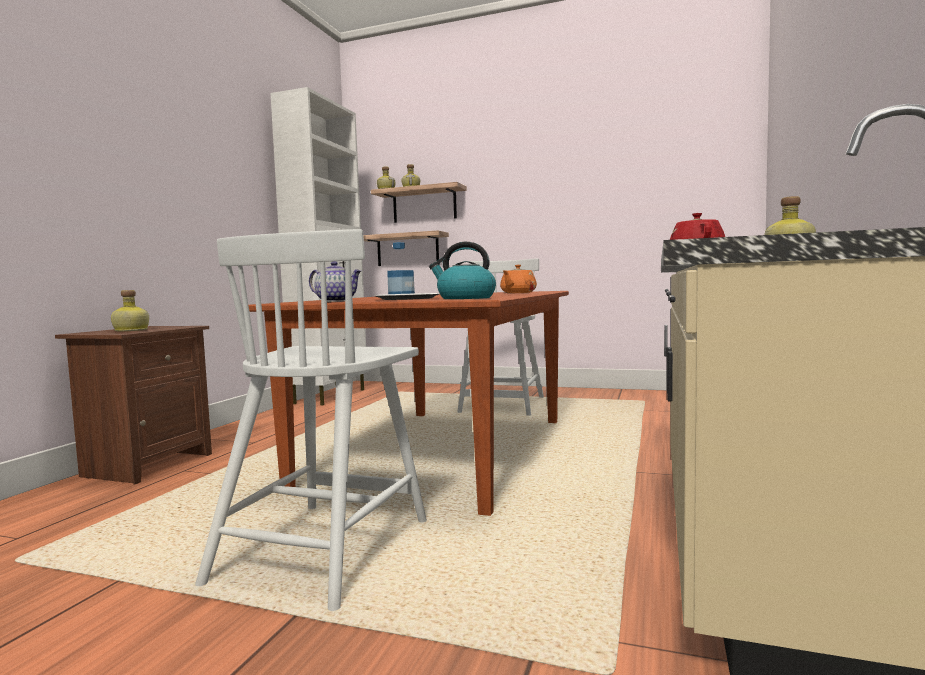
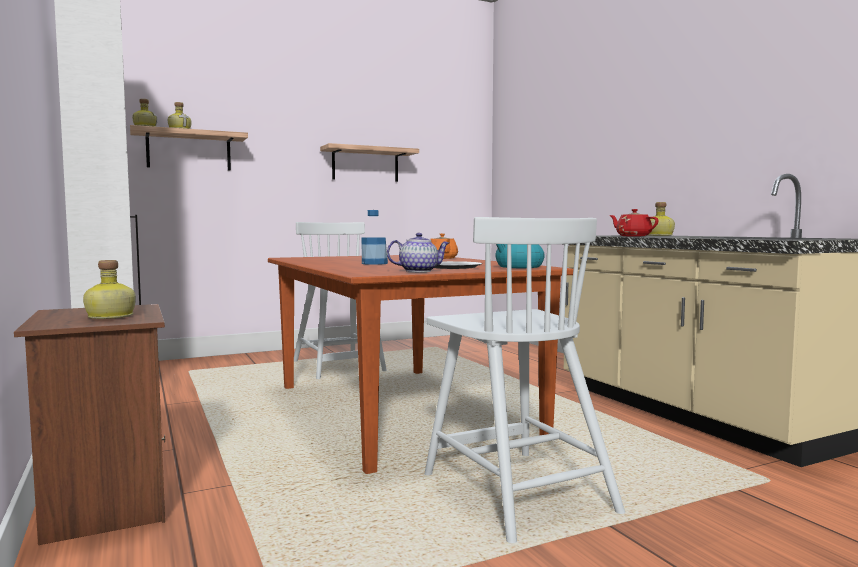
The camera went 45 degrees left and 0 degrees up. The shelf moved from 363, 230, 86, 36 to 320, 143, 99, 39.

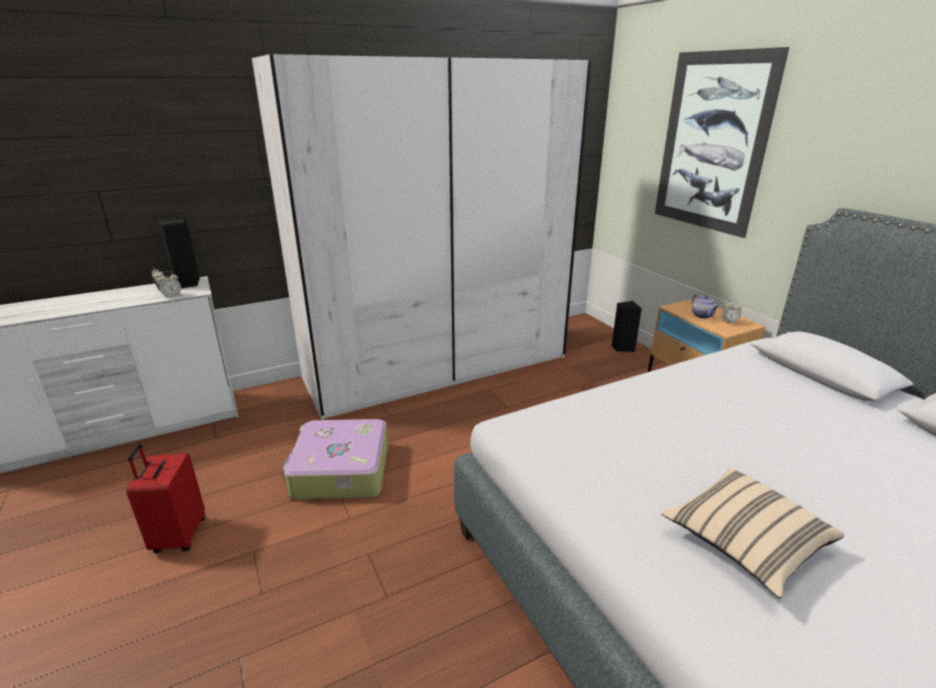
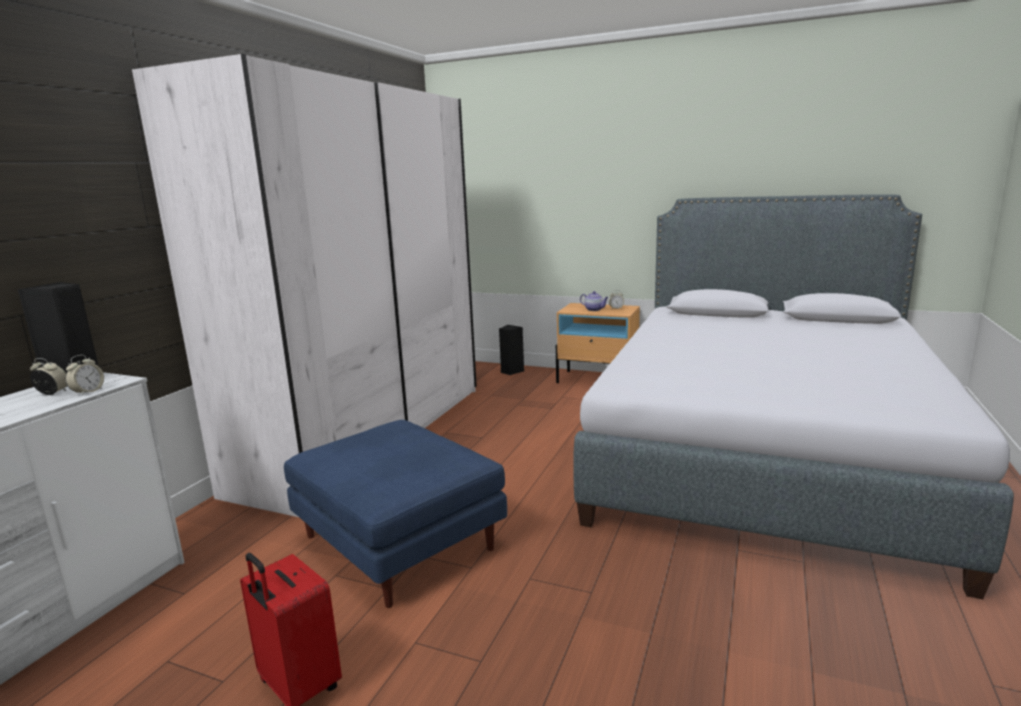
The camera went 40 degrees left and 10 degrees down. The wall art at 655, 47, 135, 191 disappeared. The cushion (sand-coloured) at 661, 469, 183, 129 disappeared. The travel case at 283, 419, 105, 80 was replaced by the ottoman (bluish) at 284, 420, 223, 188.

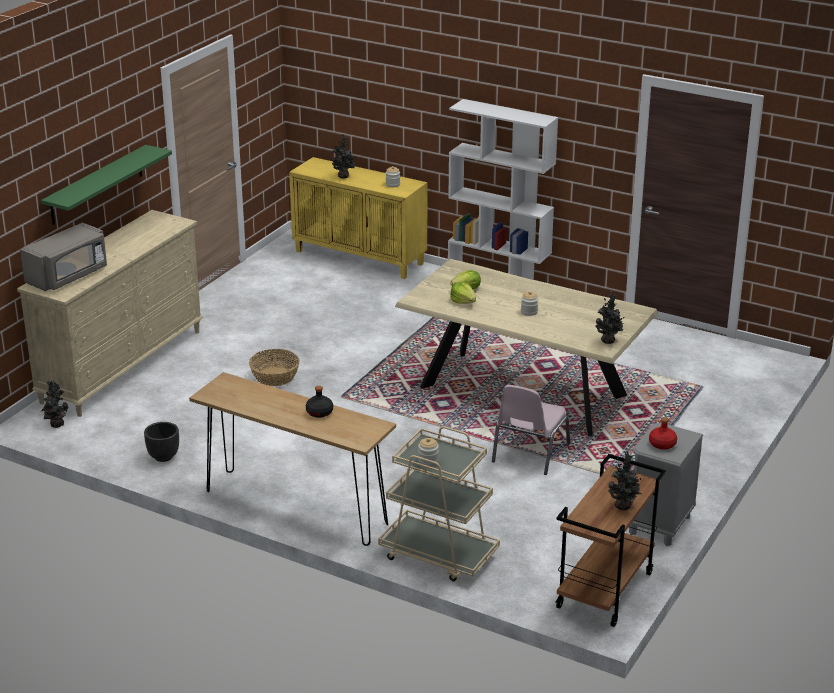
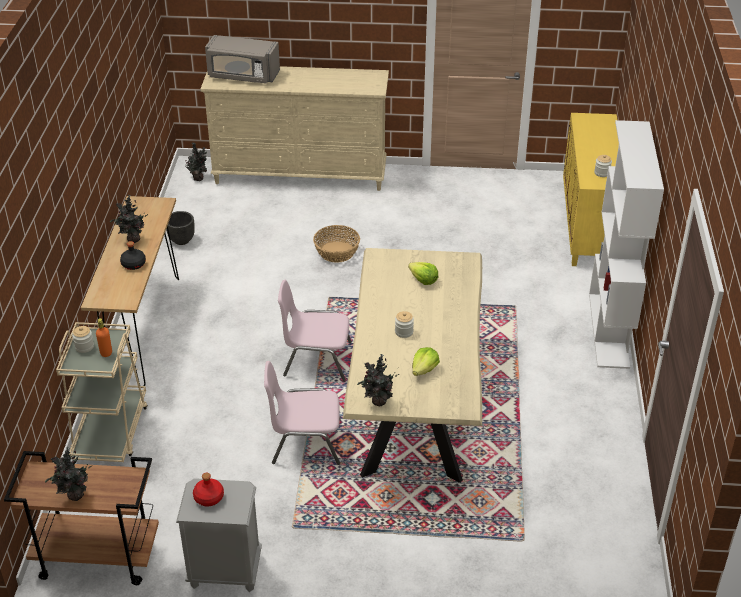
The camera went 65 degrees right and 10 degrees up. The shelf (green-coloured) at 41, 145, 131, 80 disappeared. The drink bottle (orange-coloured) at 96, 318, 16, 39 appeared. The upright chair (pink) at 278, 280, 74, 102 appeared. The potted plant moved from 332, 134, 24, 45 to 110, 195, 38, 48. The lettuce moved from 450, 282, 26, 22 to 412, 347, 28, 29.

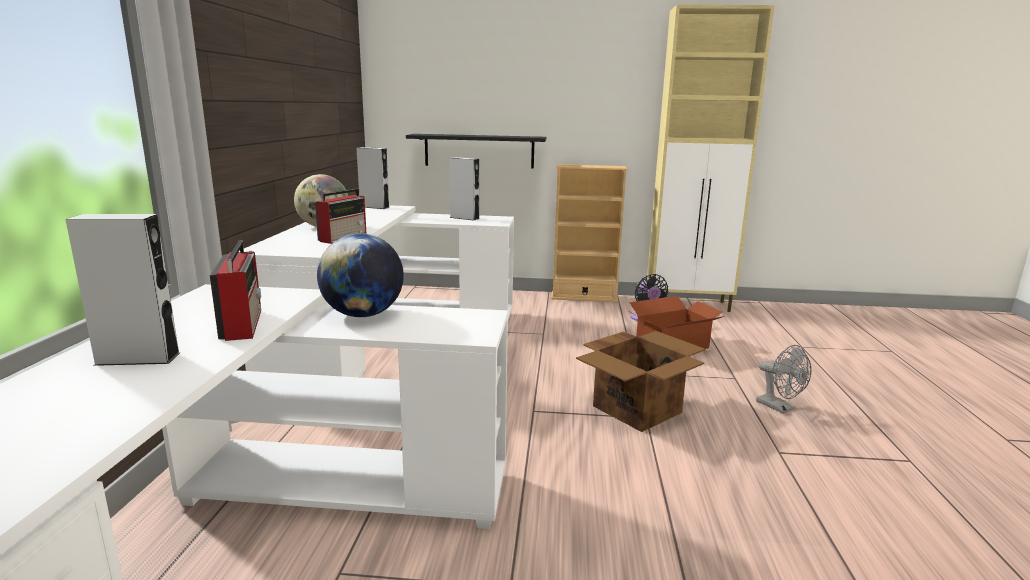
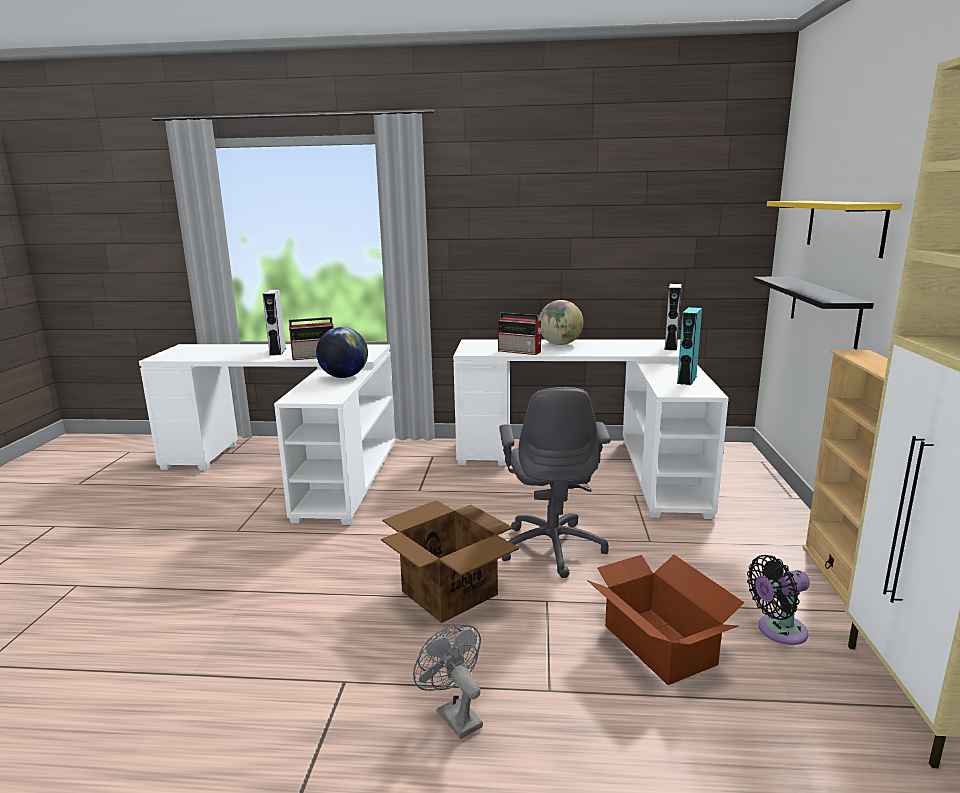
The camera went 90 degrees right and 0 degrees up. The desk chair (grey) at 499, 387, 111, 191 appeared. The shelf (yellow) at 767, 201, 135, 57 appeared. The speaker (grey) at 449, 157, 30, 64 became the speaker (turquoise) at 677, 307, 25, 78. The fan (grey) at 756, 345, 56, 69 turned 90 degrees clockwise.

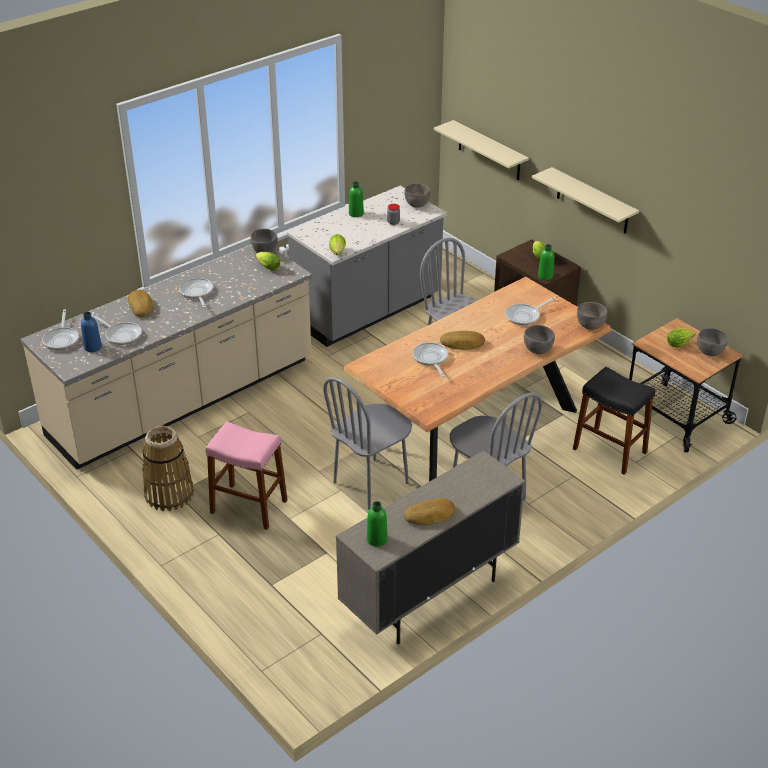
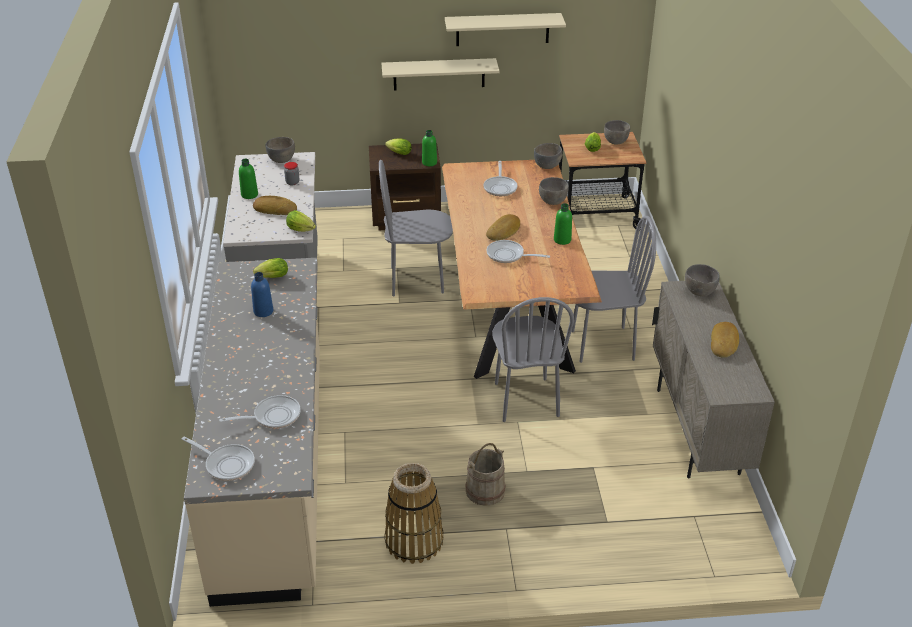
The camera went 55 degrees left and 0 degrees up. The skillet at 179, 278, 34, 30 disappeared. The stool (black-coloured) at 573, 367, 82, 108 disappeared. The drink bottle (bluish) moved from 81, 312, 21, 40 to 251, 272, 22, 45. The bakery bread moved from 128, 290, 25, 27 to 253, 196, 44, 19. The serving bowl (grey) moved from 250, 229, 28, 24 to 685, 264, 35, 32. The drink bottle (green-coloured) moved from 367, 501, 21, 46 to 554, 203, 18, 42. The shelf (sand-coloured) moved from 434, 120, 95, 60 to 445, 13, 121, 33. The stool (pink) at 205, 422, 83, 108 was replaced by the water bucket (sand-coloured) at 465, 443, 41, 63.

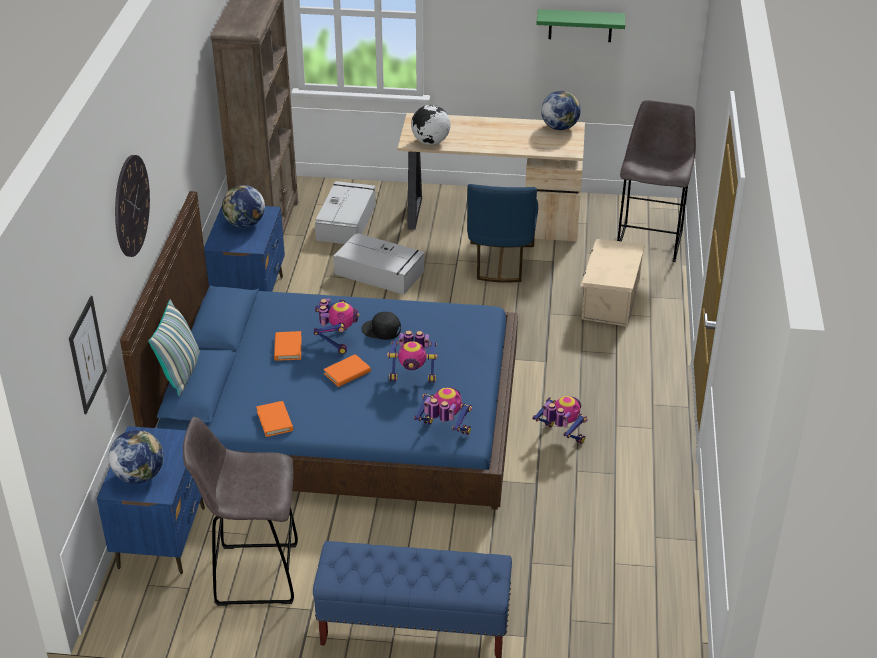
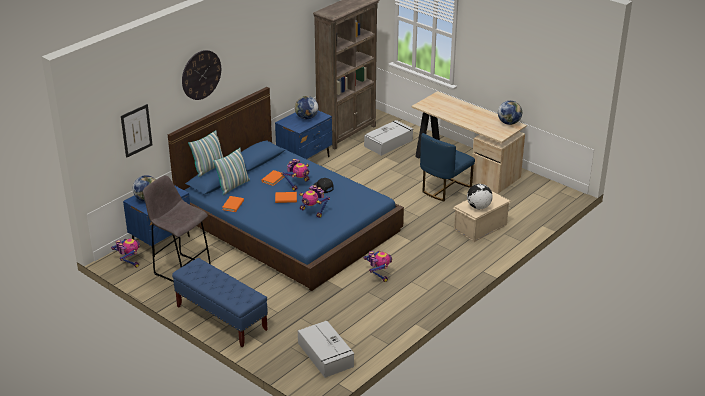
The camera went 35 degrees right and 5 degrees down. The shelf (green-coloured) at 536, 9, 89, 33 disappeared. The stool (grey) at 617, 100, 79, 162 disappeared. The cushion at 213, 148, 37, 47 appeared. The storage bin (grey) moved from 333, 233, 92, 62 to 298, 321, 57, 57. The world globe moved from 411, 105, 39, 40 to 467, 184, 26, 25. The model robot moved from 414, 387, 58, 48 to 111, 239, 29, 29.

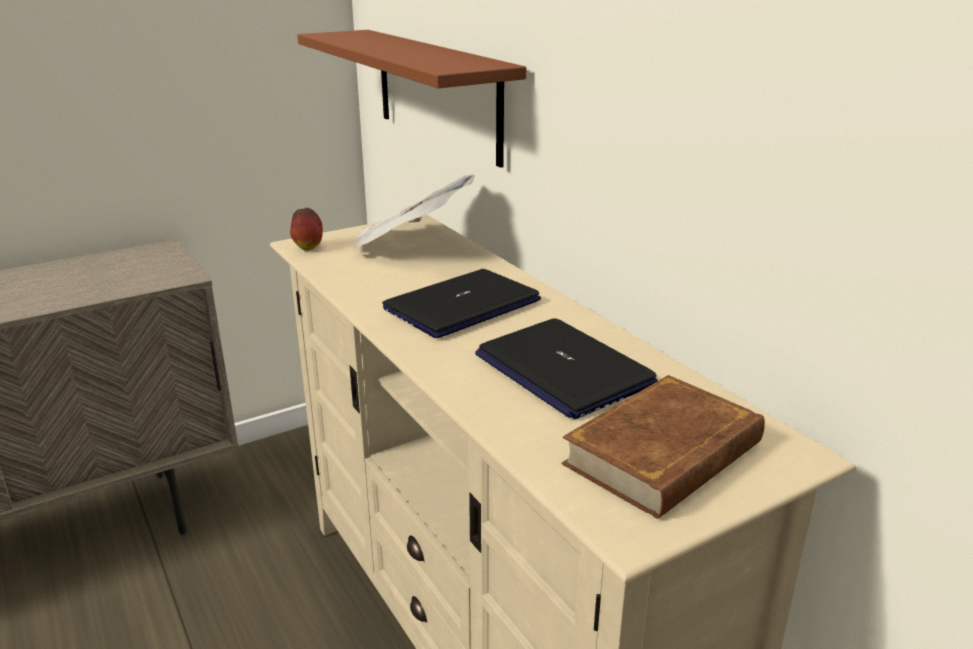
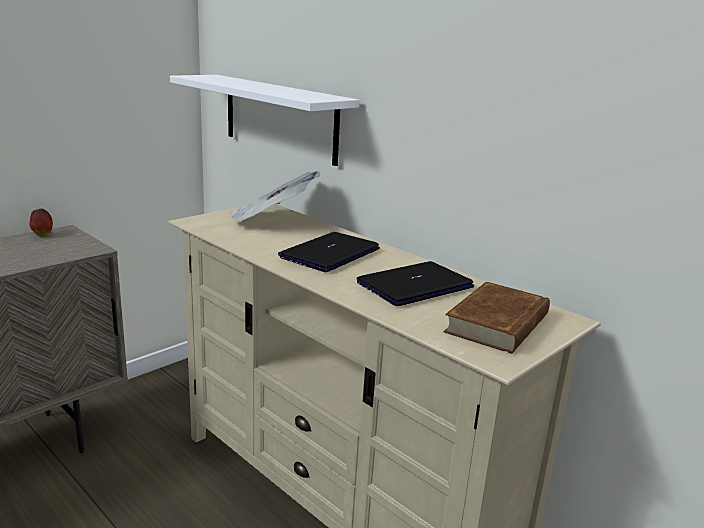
The camera went 15 degrees left and 5 degrees down. The apple fruit moved from 290, 208, 33, 43 to 29, 209, 24, 28. The shelf (brownish) at 297, 30, 229, 138 became the shelf (whitish) at 170, 75, 190, 91. The notebook computer at 475, 318, 183, 101 turned 105 degrees clockwise.

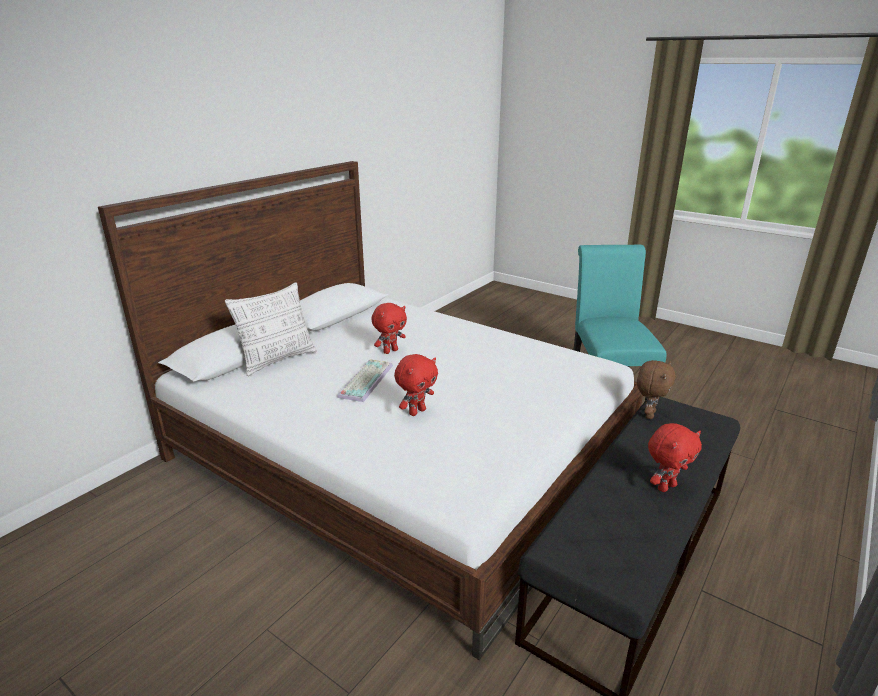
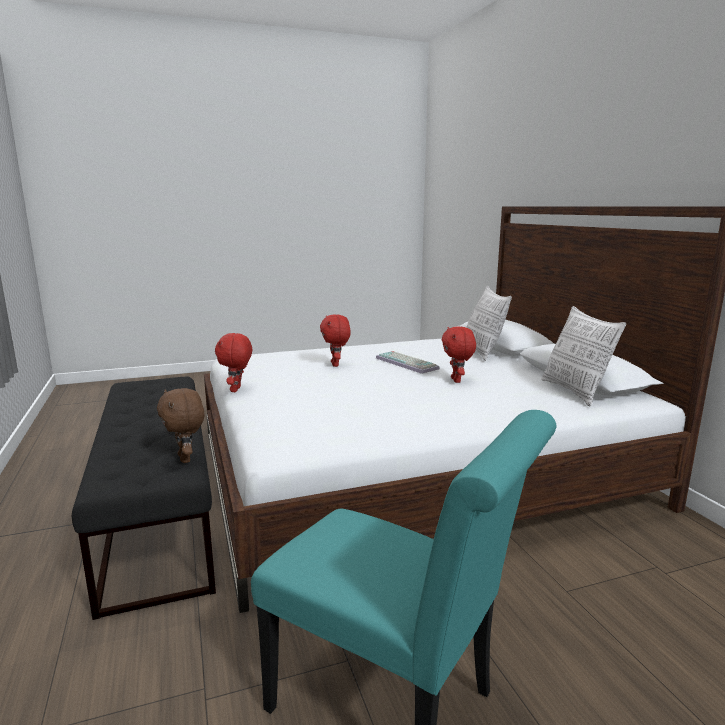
The camera went 125 degrees right and 10 degrees down. The cushion at 541, 306, 85, 100 appeared. The plush toy (red-coloured) moved from 648, 423, 54, 69 to 215, 333, 37, 59.

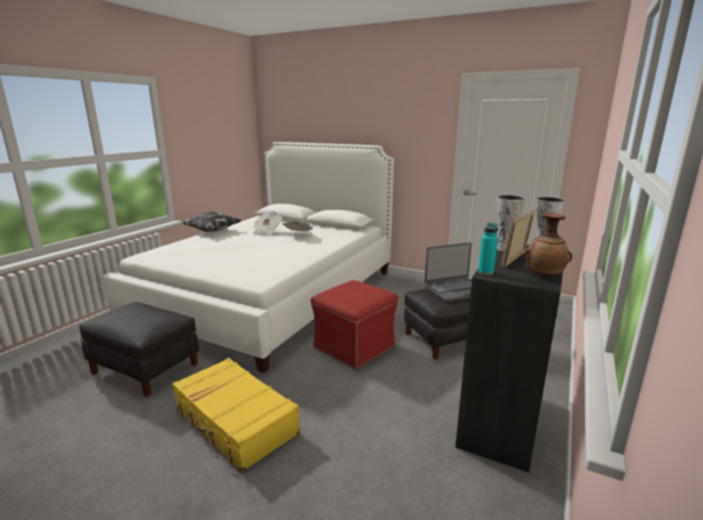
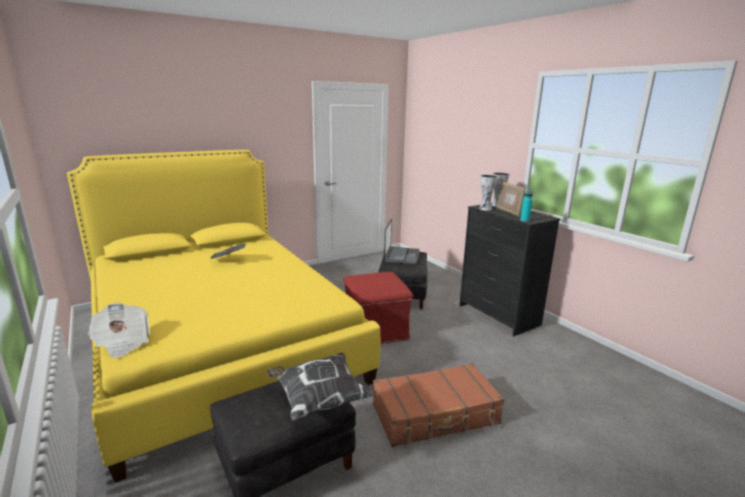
The camera went 60 degrees left and 0 degrees up. The decorative vase at 522, 213, 50, 64 disappeared. The cushion moved from 182, 212, 59, 20 to 267, 352, 107, 68. The printed paper moved from 253, 211, 29, 24 to 88, 303, 62, 55. The bedroom bed (whitish) at 103, 142, 291, 231 became the bedroom bed (yellow) at 67, 150, 313, 333. The travel case (yellow) at 172, 358, 128, 114 became the travel case (brownish) at 373, 363, 131, 84.

